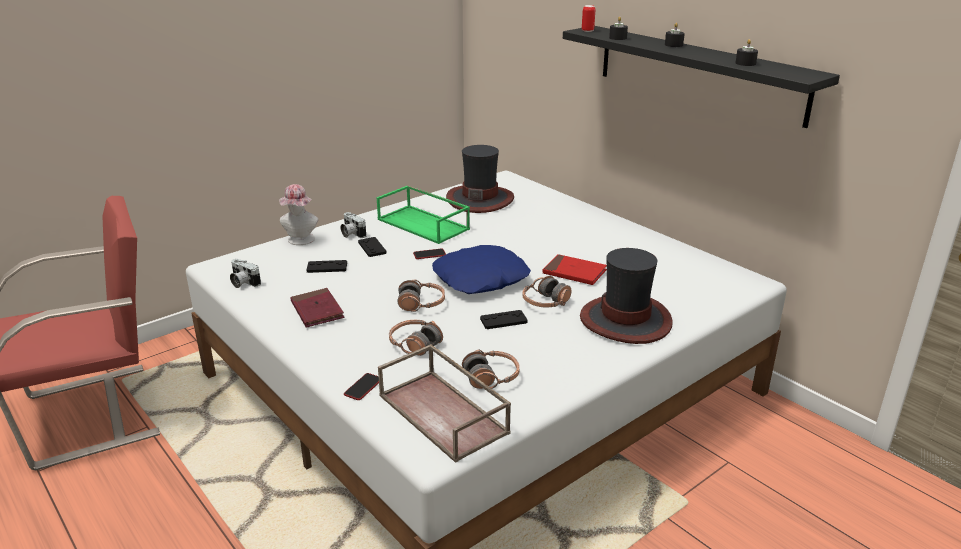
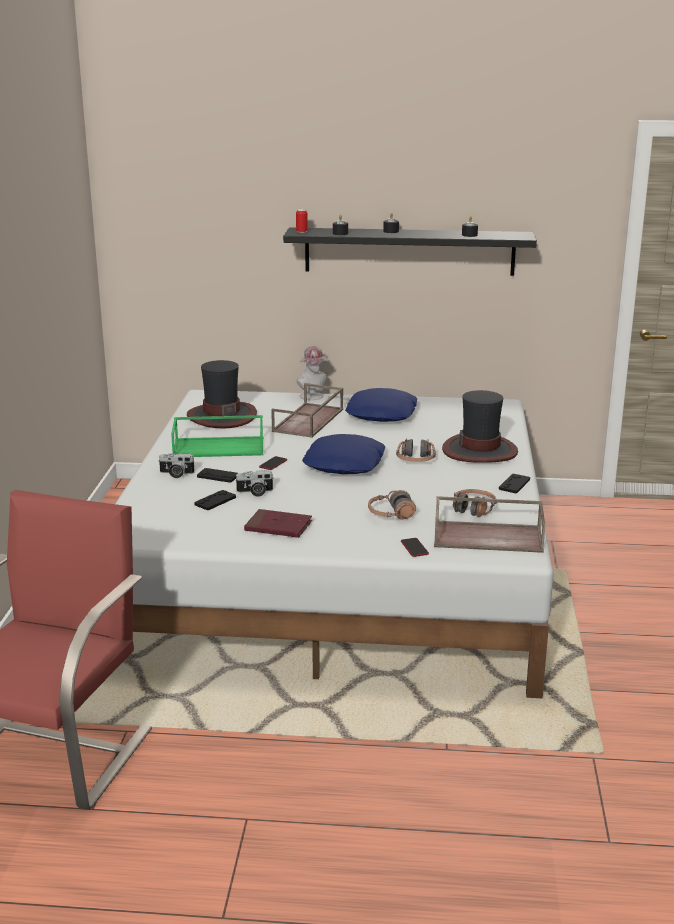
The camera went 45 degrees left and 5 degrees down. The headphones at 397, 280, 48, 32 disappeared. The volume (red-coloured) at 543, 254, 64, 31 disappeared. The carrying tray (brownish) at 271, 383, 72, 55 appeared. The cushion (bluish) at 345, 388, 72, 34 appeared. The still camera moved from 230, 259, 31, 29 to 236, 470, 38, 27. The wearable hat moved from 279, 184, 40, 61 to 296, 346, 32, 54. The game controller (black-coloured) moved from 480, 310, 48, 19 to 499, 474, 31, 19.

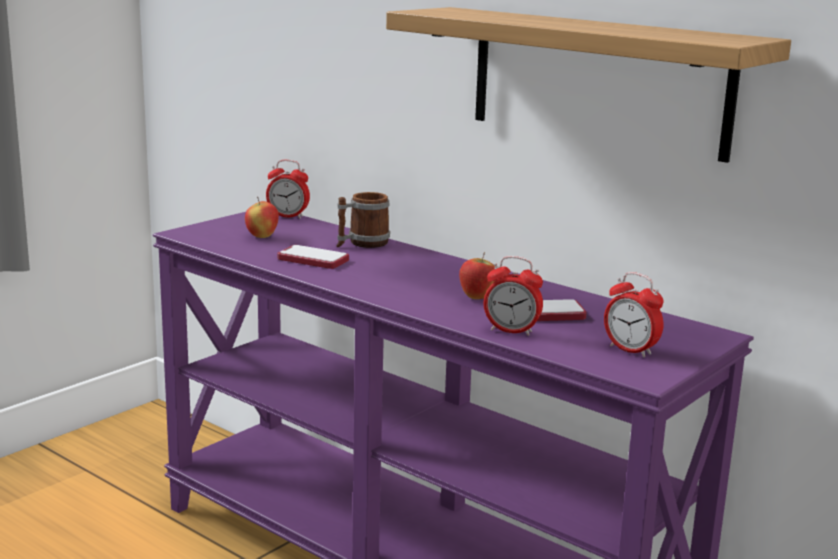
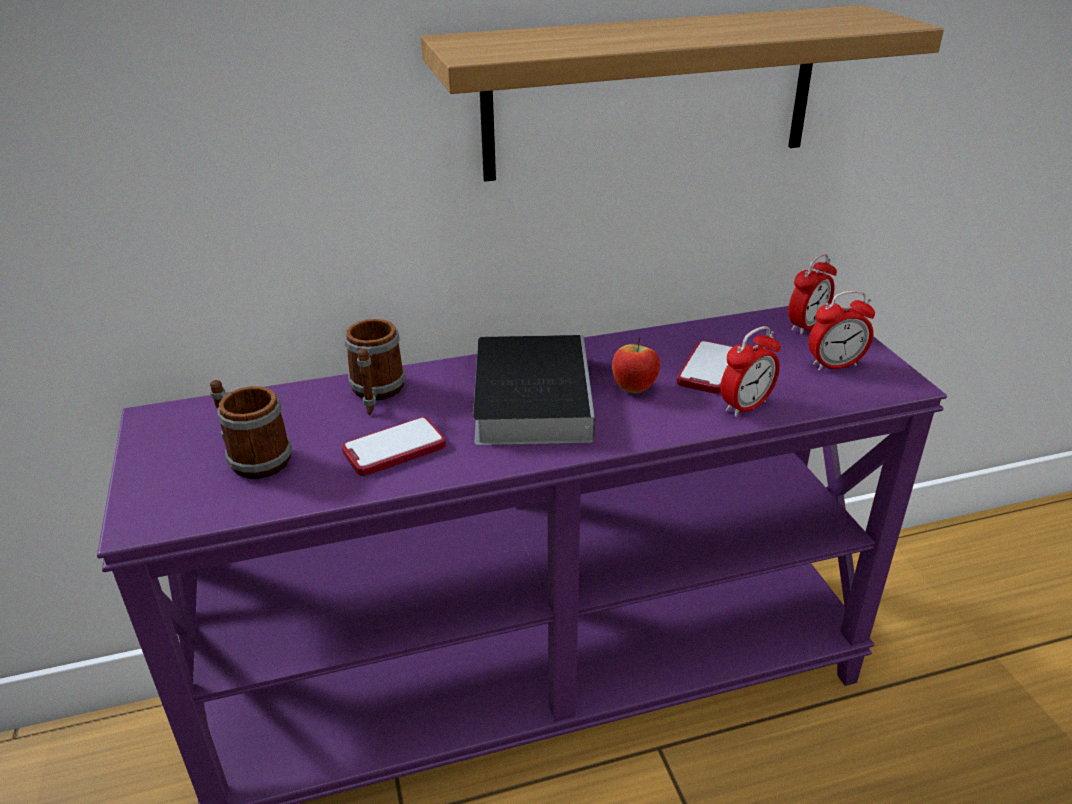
The camera went 55 degrees left and 15 degrees up. The volume at 473, 335, 122, 110 appeared. The alarm clock moved from 266, 160, 44, 59 to 788, 253, 49, 82. The apple fruit at 245, 197, 34, 41 was replaced by the coffee mug at 210, 380, 82, 99.

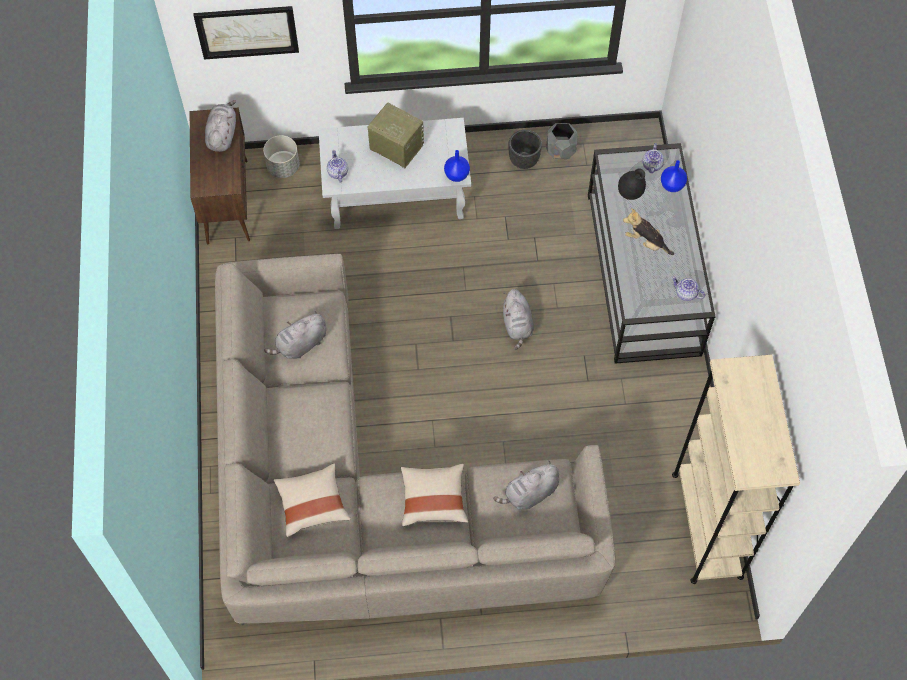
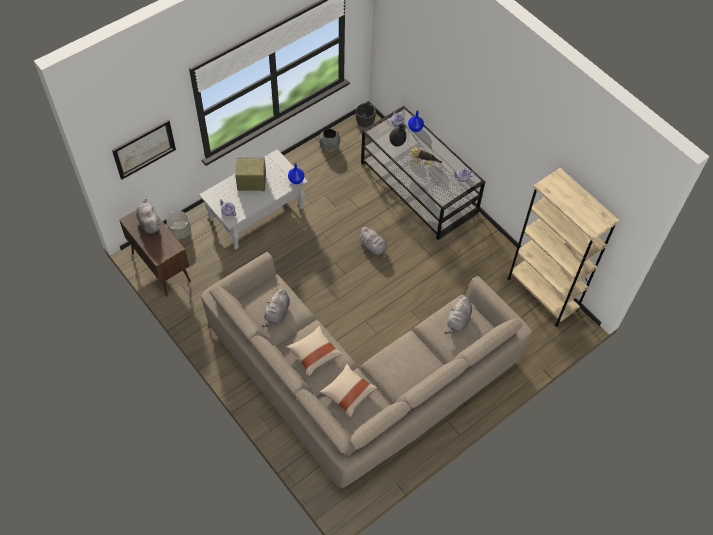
The camera went 35 degrees left and 5 degrees down. The cushion (sand-coloured) moved from 401, 464, 67, 63 to 287, 326, 56, 50. The planter (black-coloured) moved from 508, 130, 34, 39 to 355, 103, 21, 24.

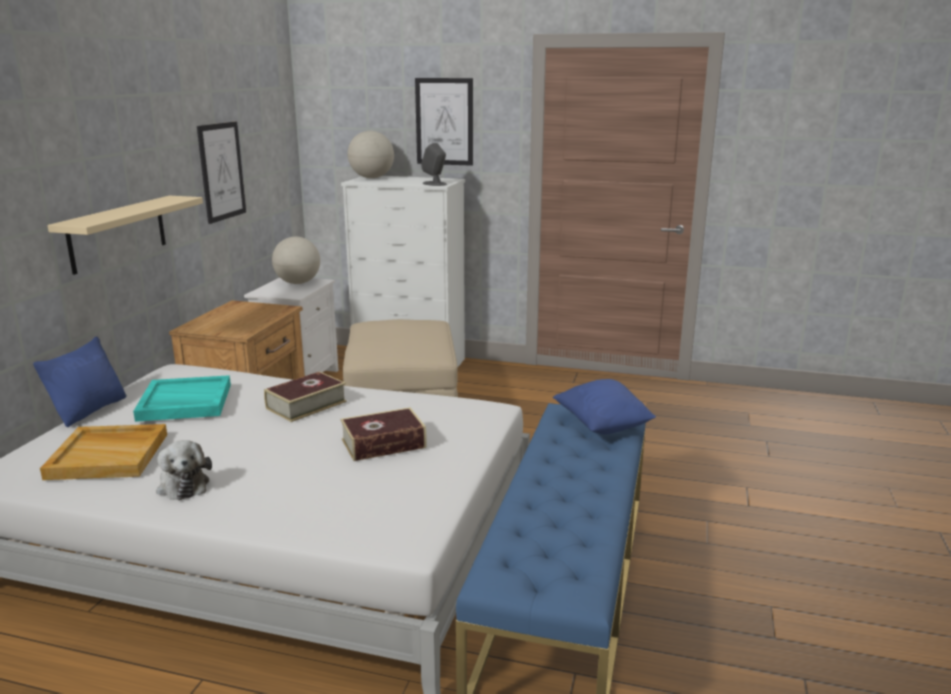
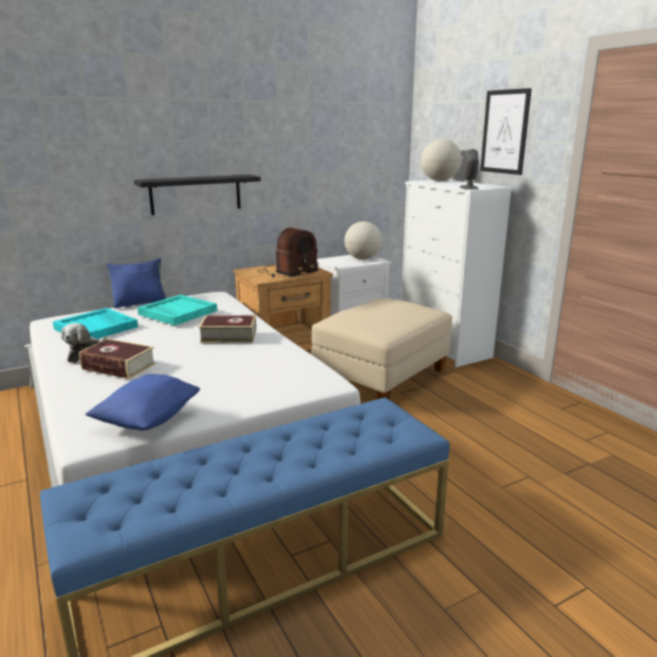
The camera went 45 degrees right and 0 degrees up. The wall art at 197, 122, 49, 102 disappeared. The radio set at 257, 228, 61, 49 appeared. The volume moved from 340, 407, 87, 54 to 79, 339, 77, 40. The cushion (bluish) moved from 553, 379, 103, 55 to 85, 374, 115, 56. The carrying tray (sand-coloured) at 40, 424, 127, 56 became the carrying tray (turquoise) at 53, 308, 85, 31. The shelf (sand-coloured) at 47, 196, 156, 79 became the shelf (black-coloured) at 134, 175, 127, 40.

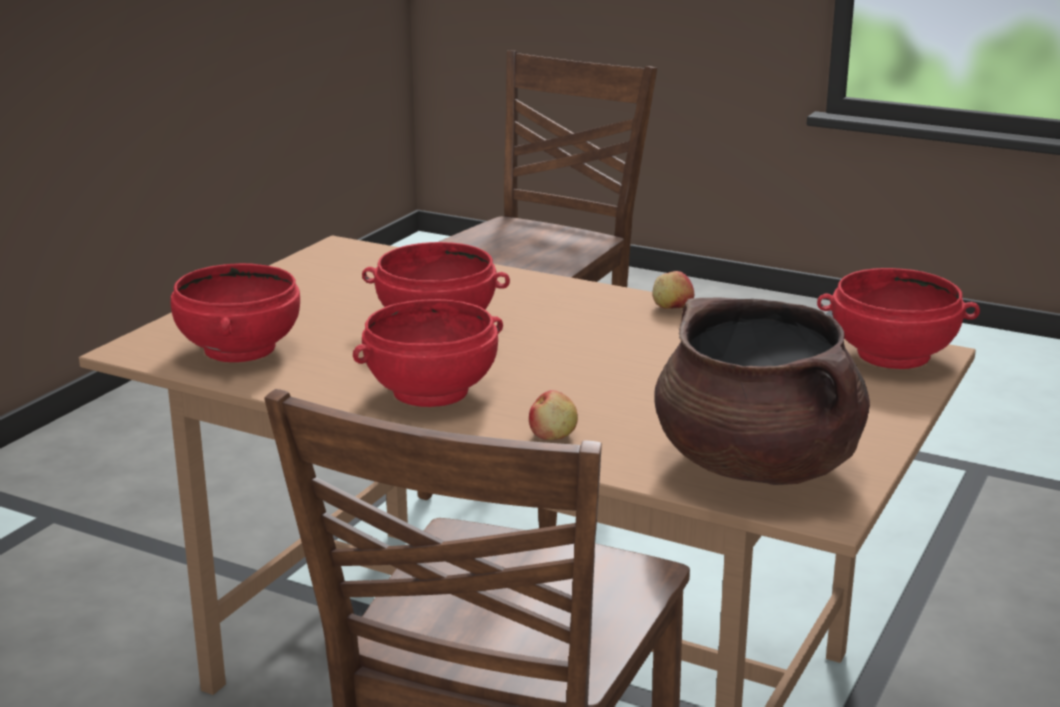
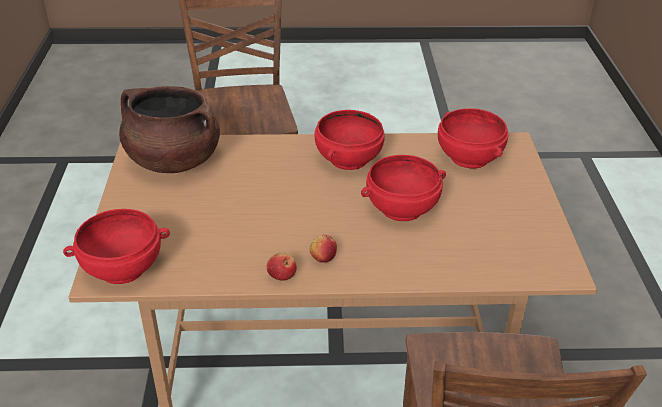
The camera went 150 degrees right and 15 degrees up. The apple fruit moved from 529, 390, 49, 50 to 310, 234, 27, 29.

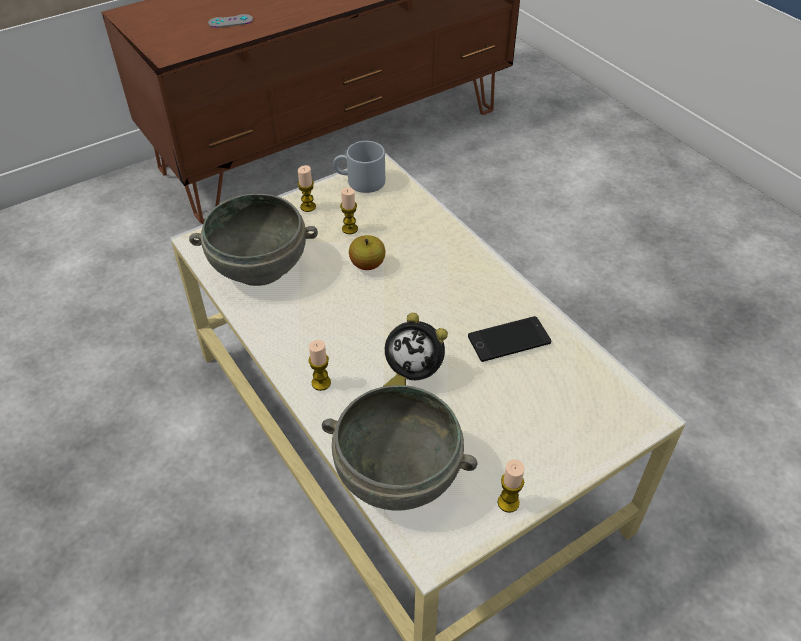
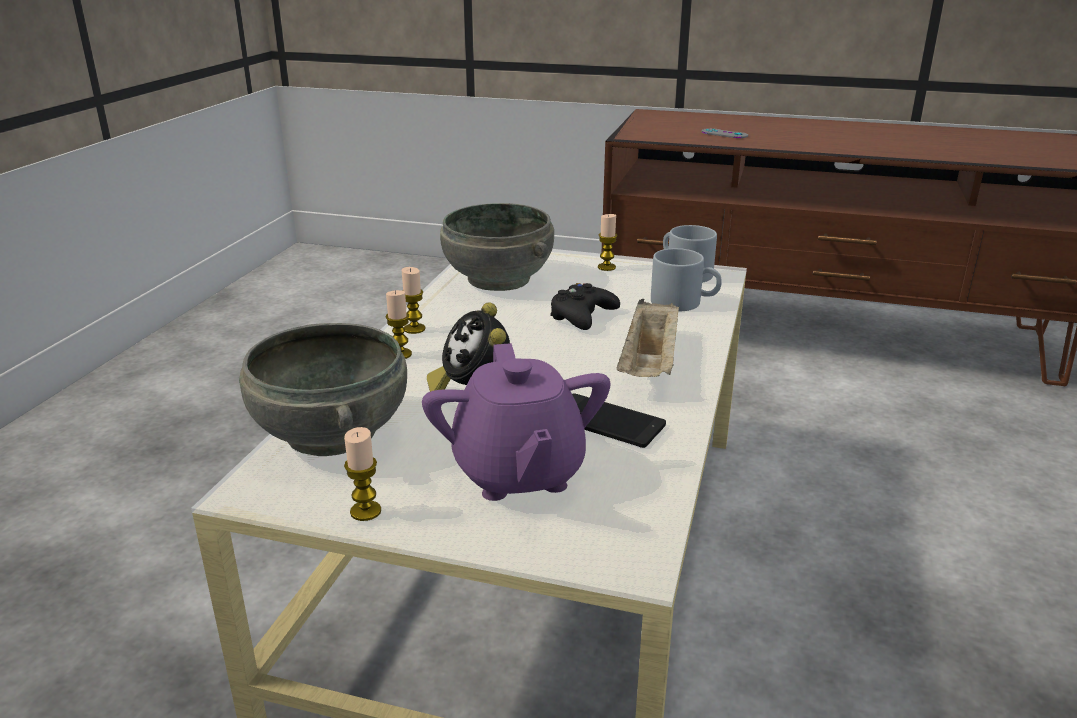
The camera went 50 degrees right and 20 degrees down. The pot for tea (purple-coloured) at 422, 343, 189, 158 appeared. The carrying tray (sand-coloured) at 617, 299, 62, 78 appeared. The coffee mug (grey) at 651, 248, 71, 64 appeared. The wax light moved from 340, 187, 18, 47 to 402, 267, 23, 67. The apple fruit at 349, 235, 36, 35 was replaced by the game controller (black-coloured) at 550, 283, 70, 47.

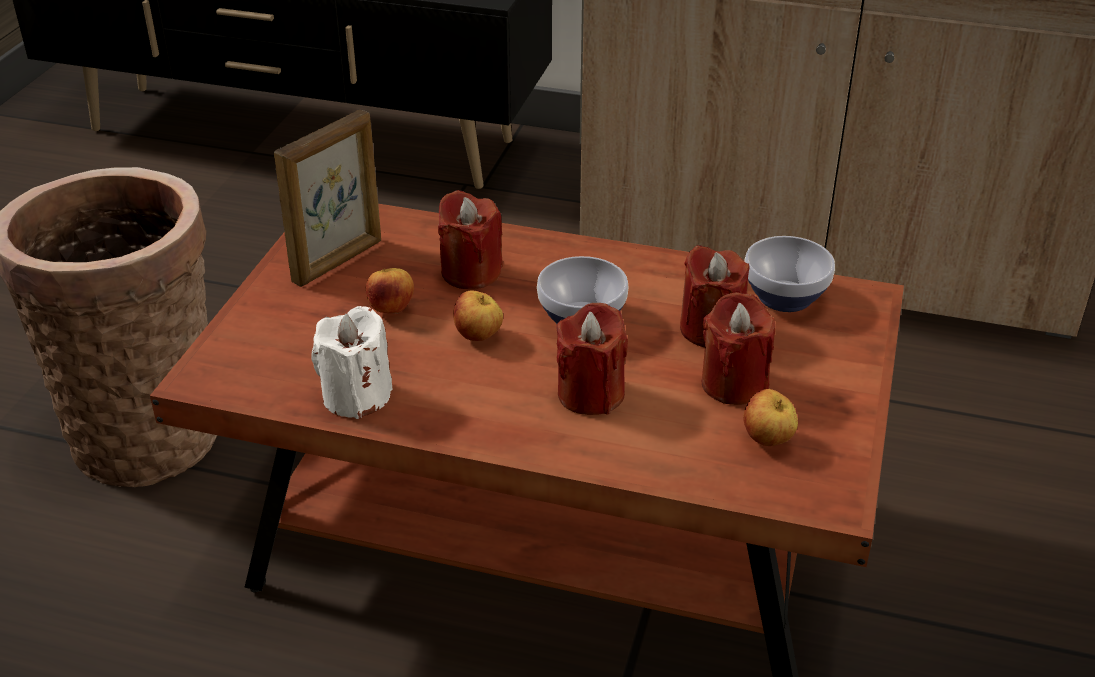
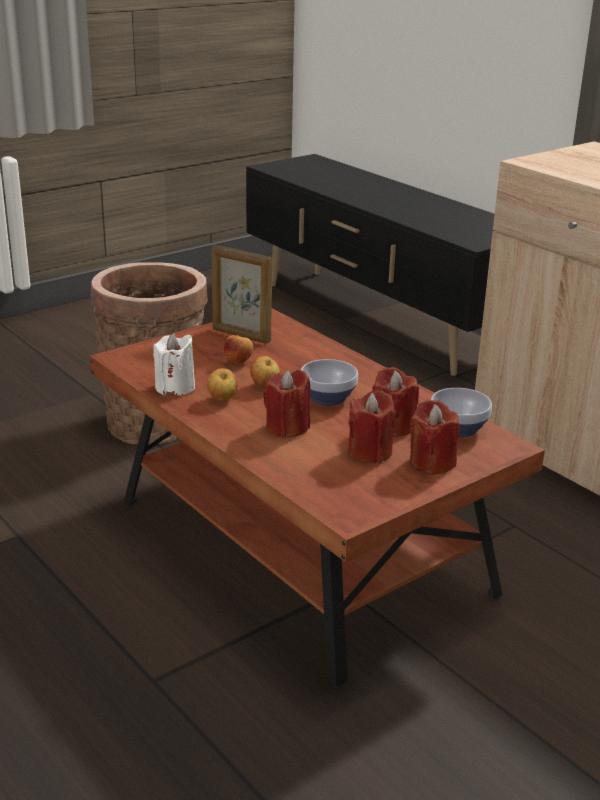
The camera went 35 degrees right and 10 degrees down. The wax light (red-coloured) moved from 438, 190, 65, 99 to 410, 400, 50, 74. The apple fruit moved from 743, 389, 55, 57 to 207, 368, 31, 33. The standing frame at 274, 110, 107, 177 turned 45 degrees clockwise.

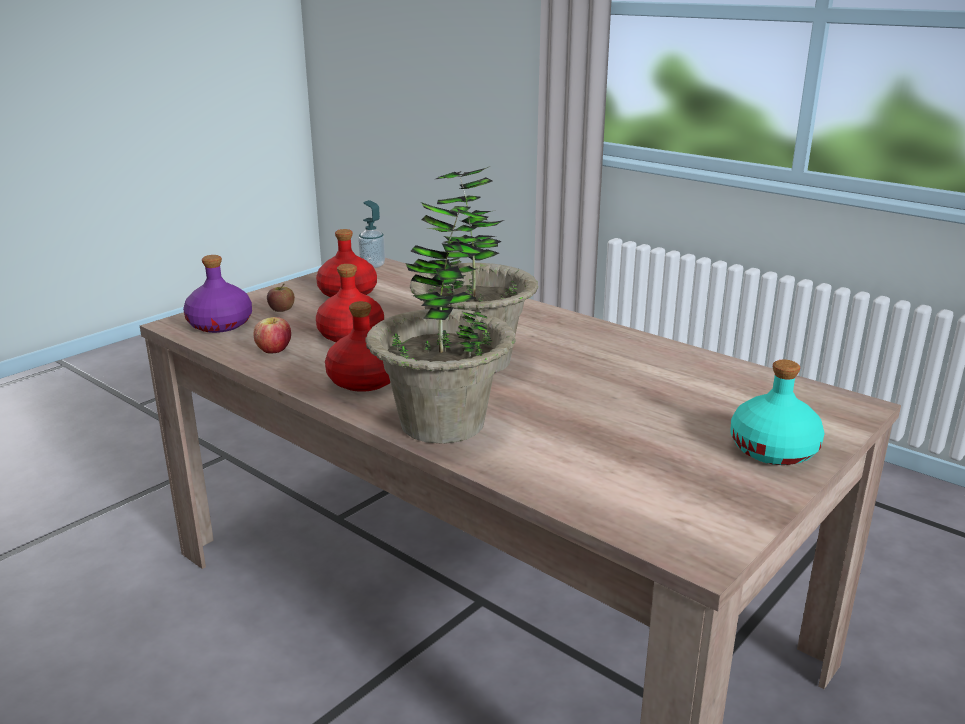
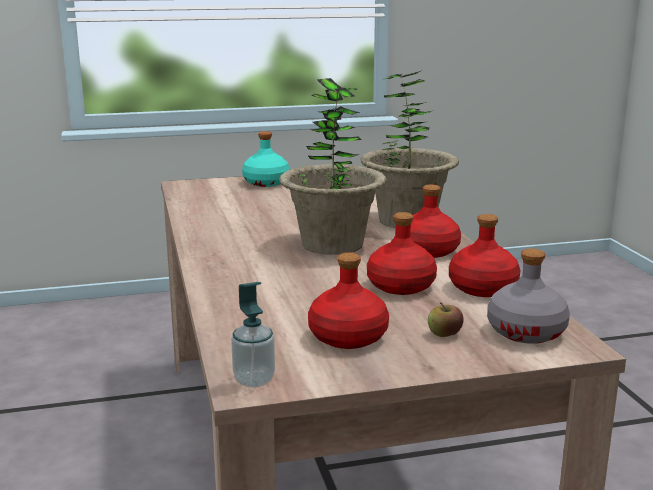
The camera went 145 degrees left and 5 degrees down. The apple fruit at 254, 317, 37, 37 was replaced by the drink bottle (red-coloured) at 449, 214, 71, 83. The drink bottle (purple-coloured) at 183, 255, 69, 78 became the drink bottle (grey) at 487, 249, 83, 95.

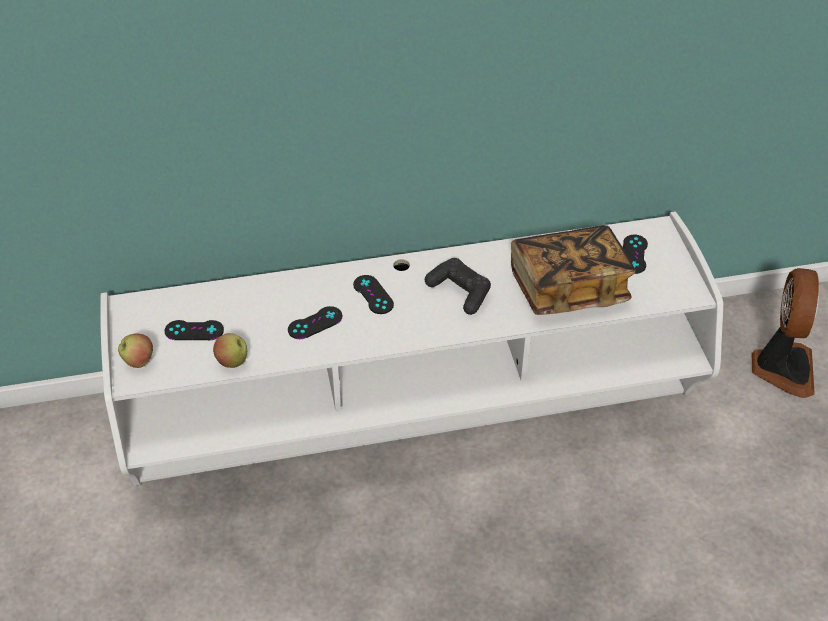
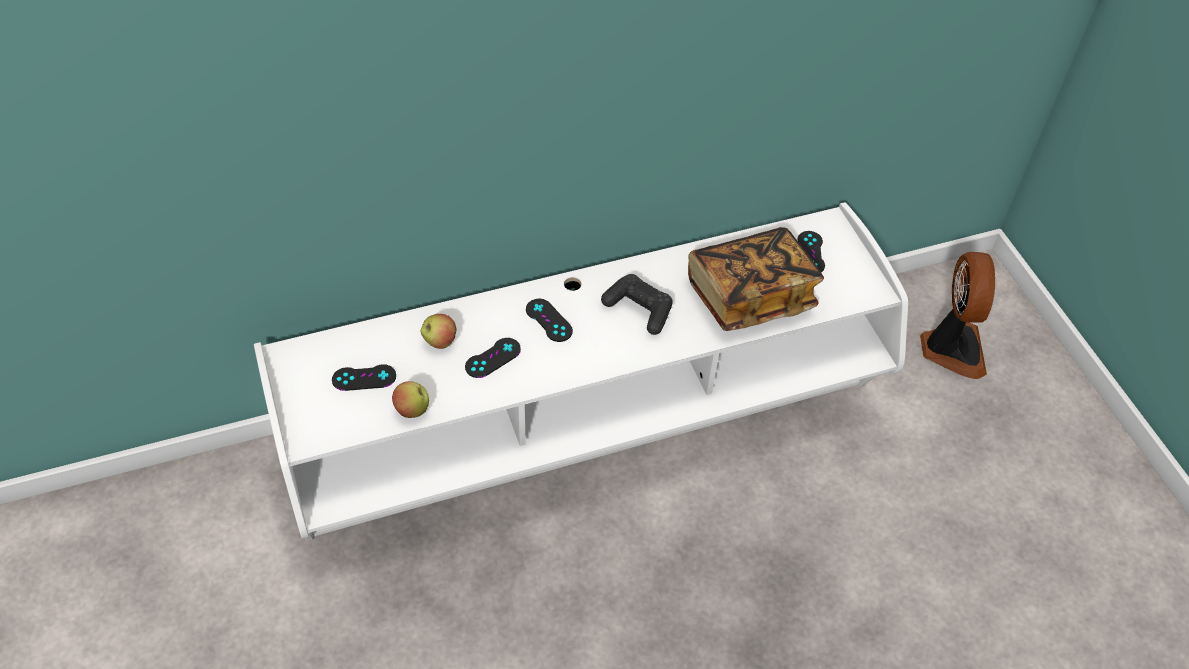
The camera went 10 degrees left and 5 degrees up. The apple fruit moved from 118, 334, 35, 34 to 420, 314, 36, 35.

